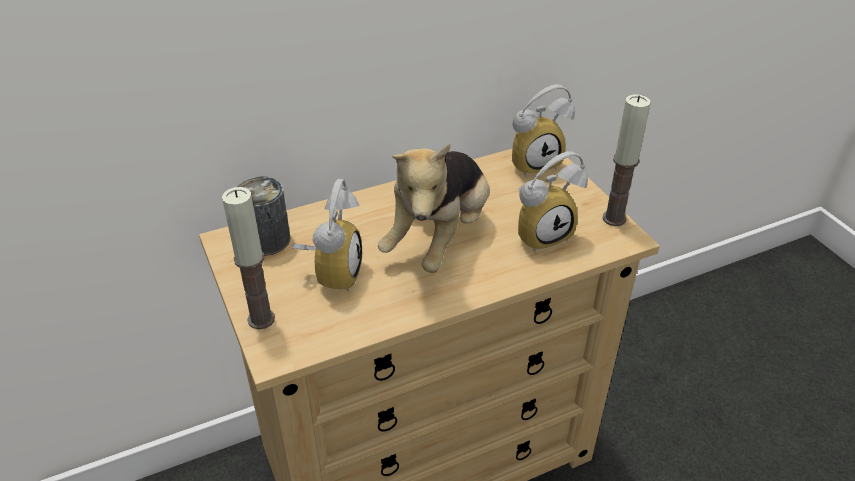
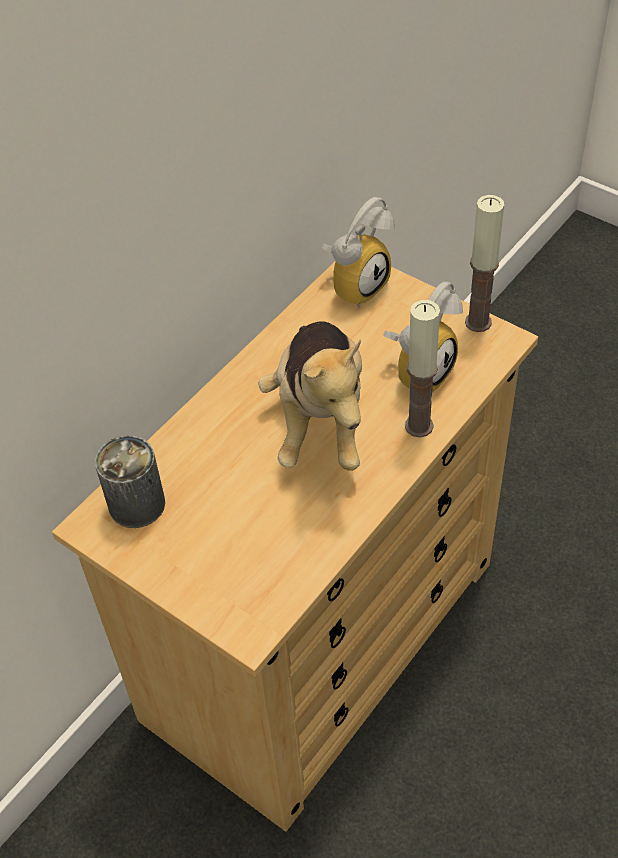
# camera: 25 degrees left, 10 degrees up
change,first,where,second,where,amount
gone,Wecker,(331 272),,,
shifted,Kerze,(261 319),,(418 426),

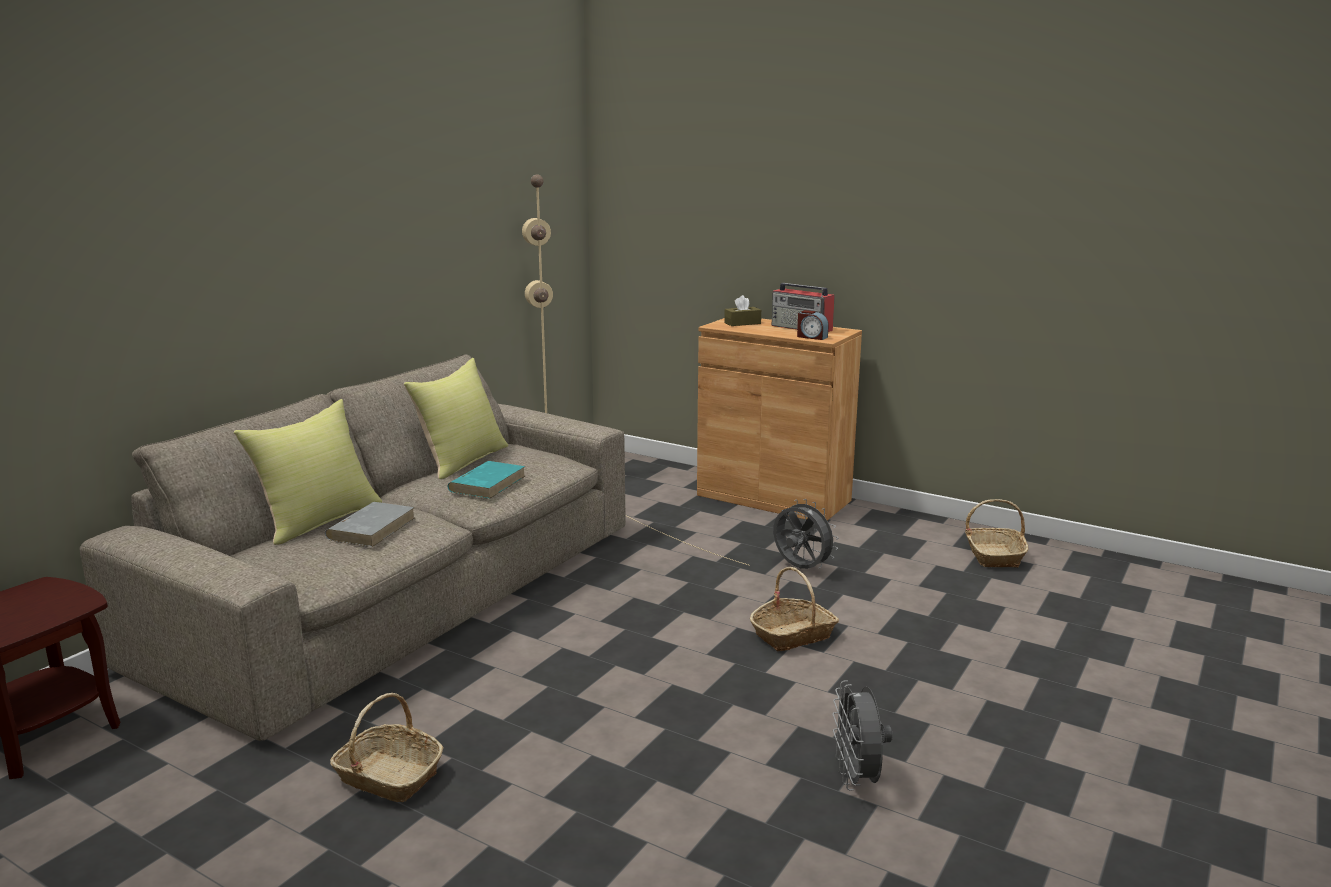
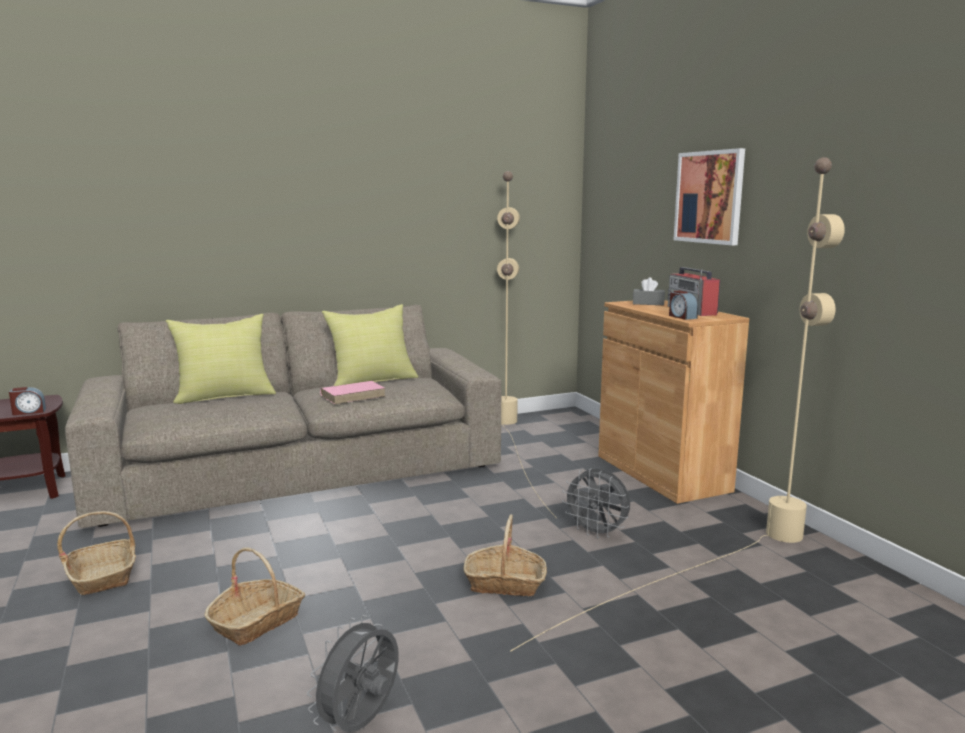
# camera: 35 degrees right, 5 degrees down
change,first,where,second,where,amount
gone,Buch (grau),(372 528),,,
new,,,Wecker,(29 412),
new,,,Stehlampe (beige),(720 560),
new,,,Bild,(709 197),
shifted,Korb,(993 555),,(257 621),
repainted,Buch (türkis),(488 483),Buch (rosa),(353 395),
repainted,Taschentuchbox (braun),(742 323),Taschentuchbox (grau),(648 303),
rotated,Ventilator (grau),(800 569),,(597 533),135 degrees clockwise

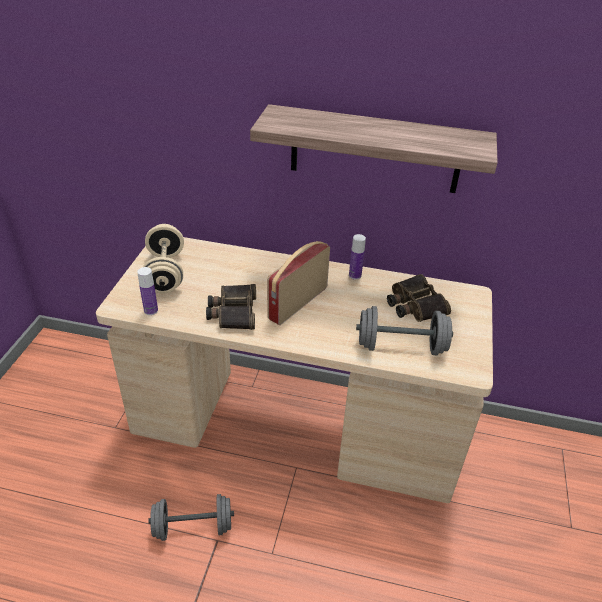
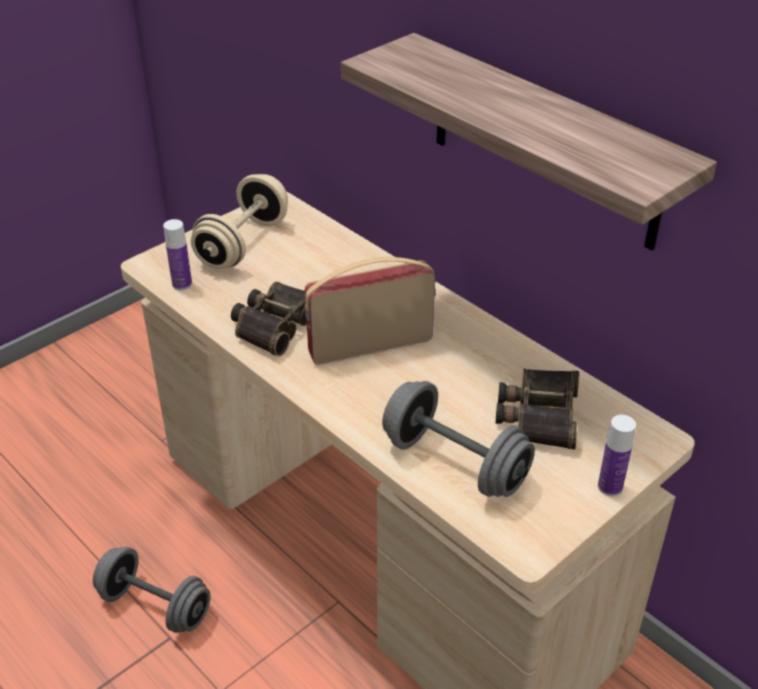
# camera: 35 degrees right, 0 degrees up
change,first,where,second,where,amount
shifted,Flasche,(355 275),,(610 487),

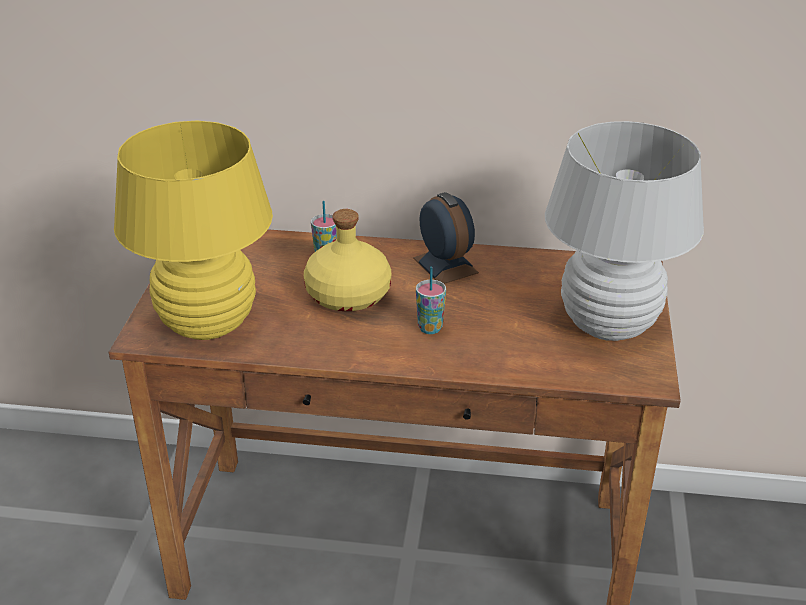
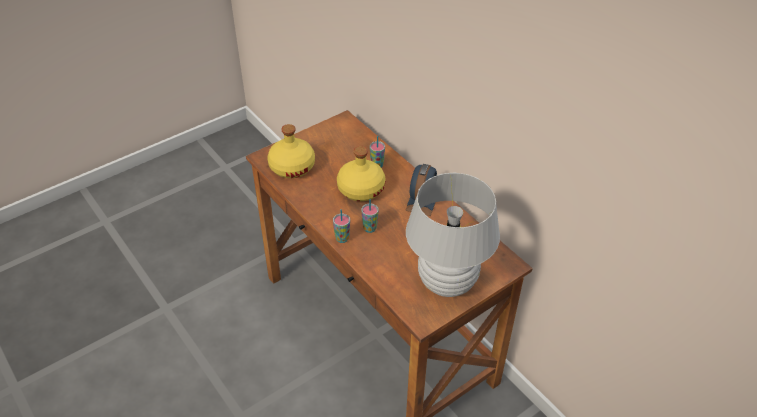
# camera: 45 degrees right, 10 degrees up
change,first,where,second,where,amount
new,,,Tasse,(342 238),
swapped,Tischlampe (gelb),(207 324),Flasche (gelb),(292 166),

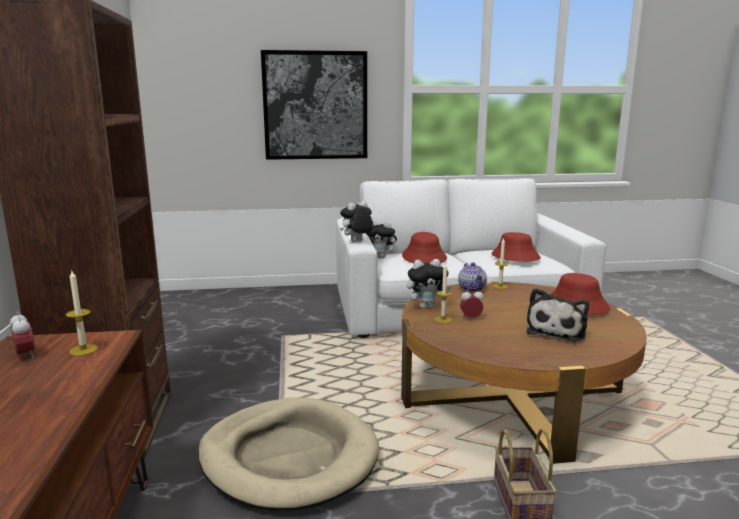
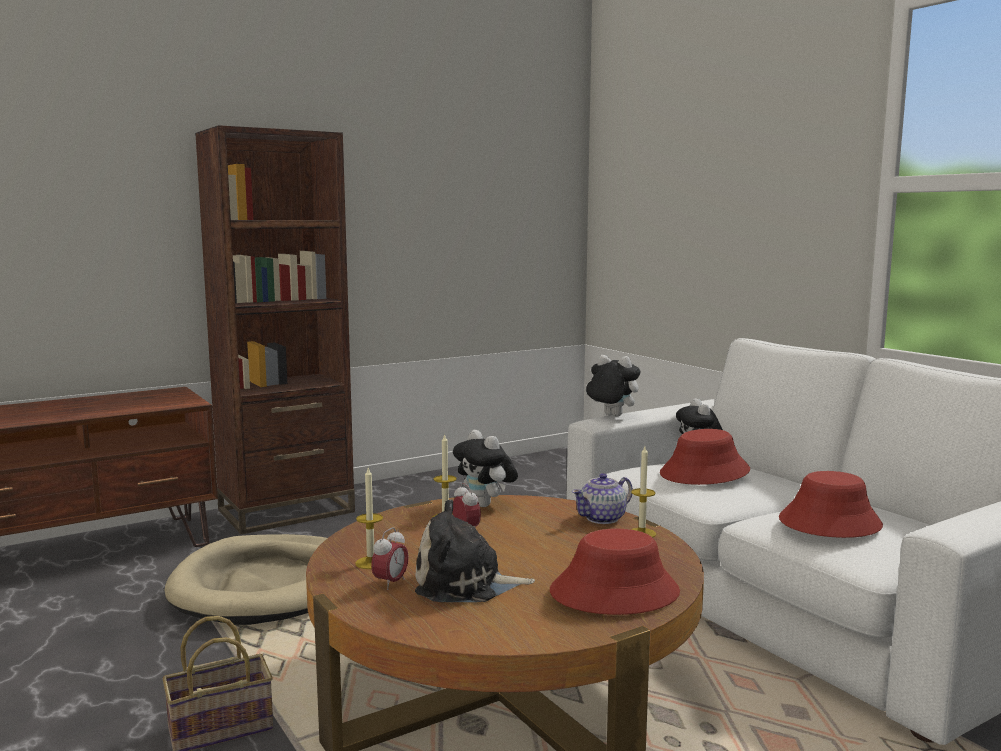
# camera: 65 degrees right, 5 degrees down
change,first,where,second,where,amount
gone,Bild,(315 106),,,
shifted,Wecker,(25 355),,(390 583),
shifted,Kerze,(83 350),,(370 563),

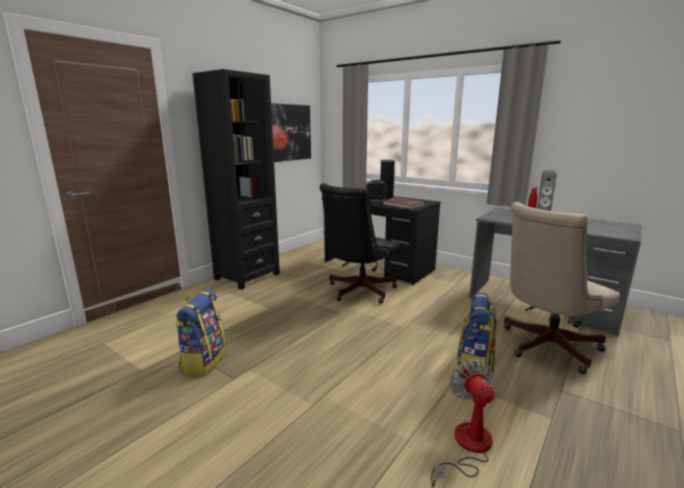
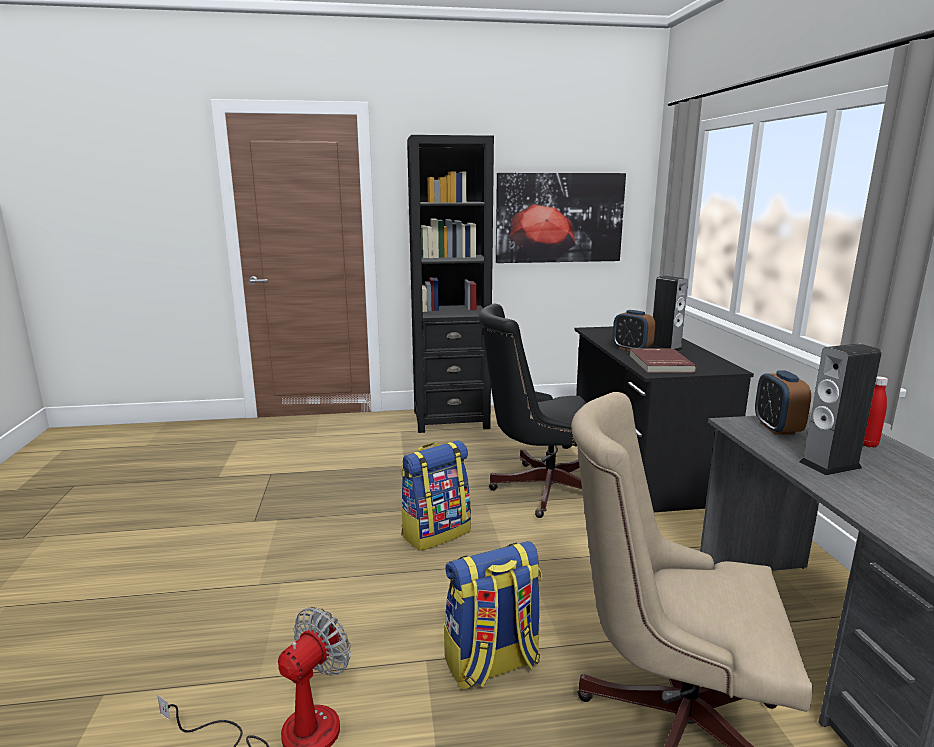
# camera: 45 degrees right, 0 degrees up
change,first,where,second,where,amount
new,,,Wecker,(777 428),
shifted,Rucksack,(203 361),,(435 532),

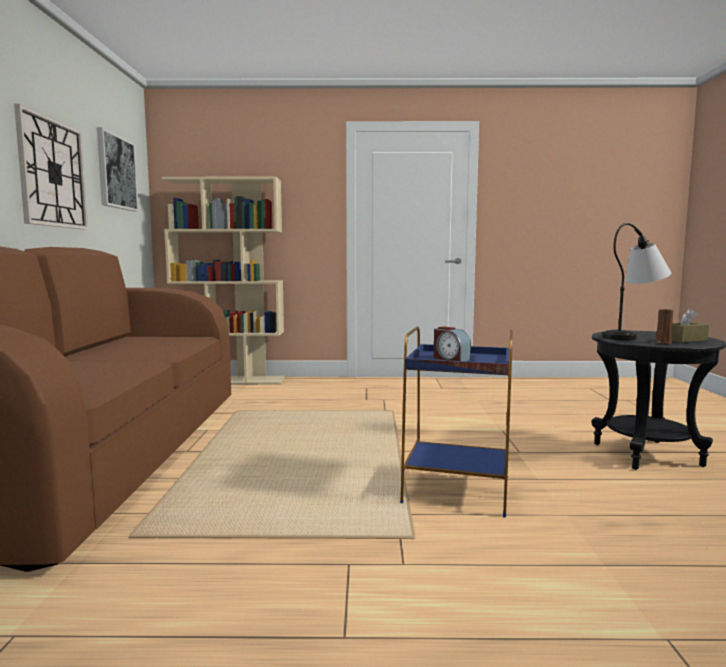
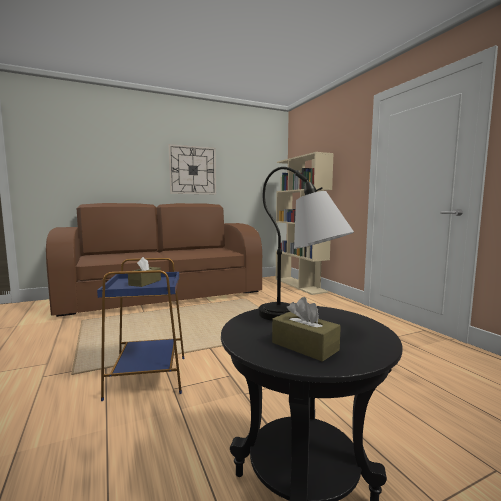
# camera: 65 degrees right, 0 degrees up
change,first,where,second,where,amount
gone,Bild,(116 172),,,
gone,Vase (braun),(663 343),,,
swapped,Wecker,(450 359),Taschentuchbox (braun),(145 282),

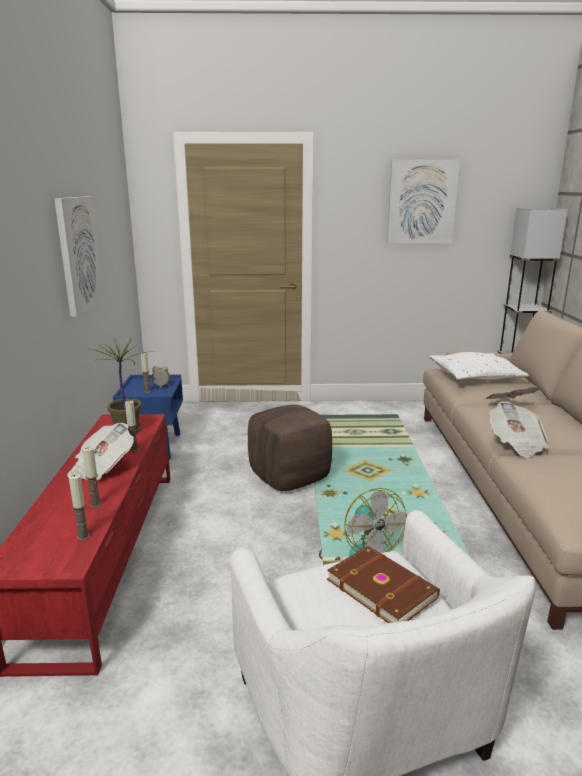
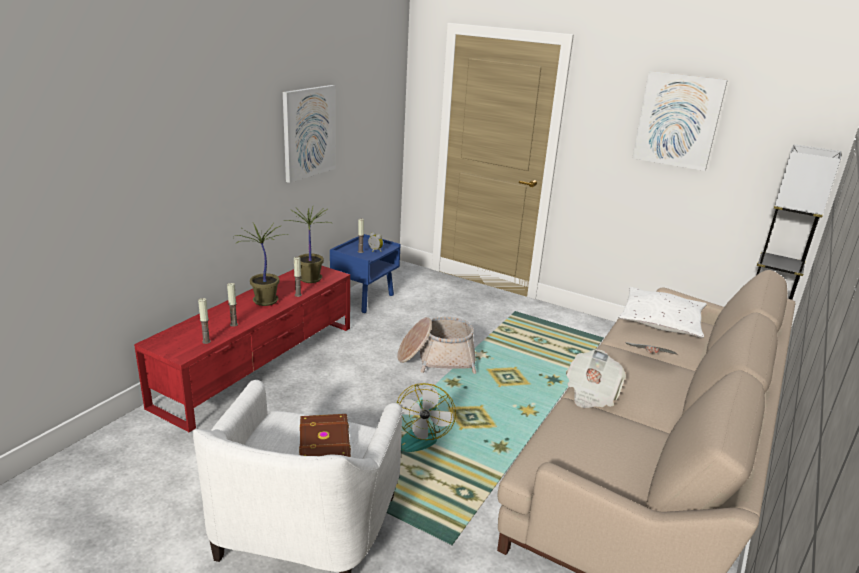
# camera: 30 degrees right, 5 degrees up
change,first,where,second,where,amount
swapped,Zeitung,(102 468),Topfpflanze,(264 301),
swapped,Polsterhocker (braun),(288 477),Korb,(436 358),

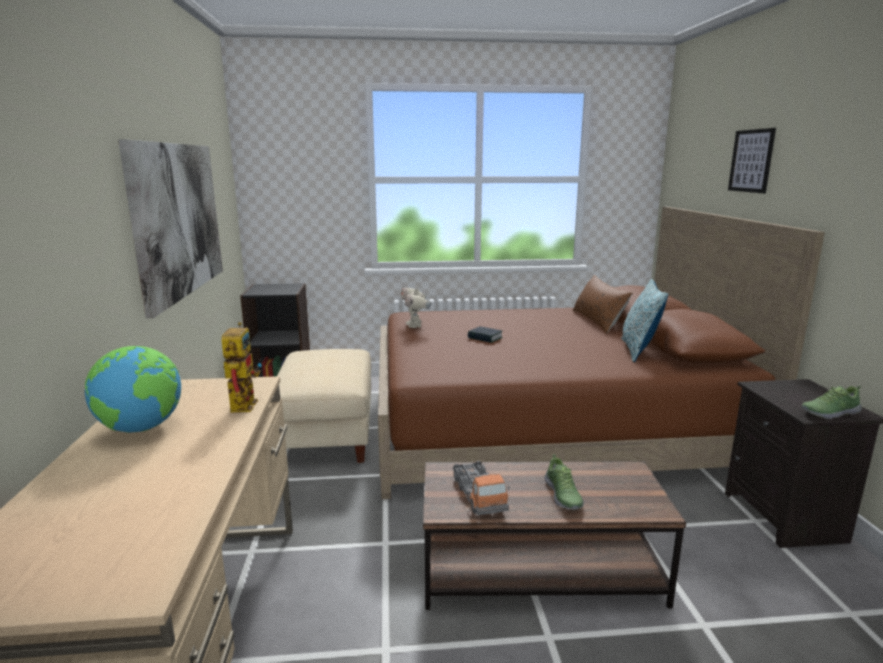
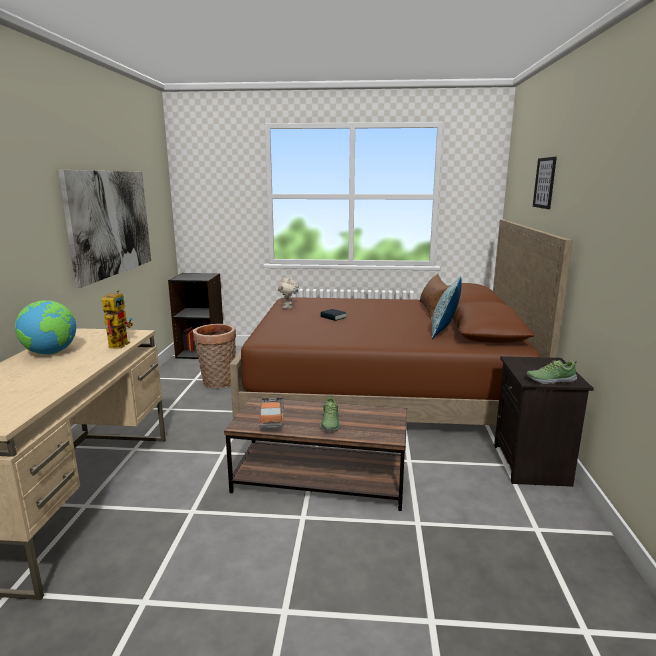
# camera: 10 degrees right, 0 degrees up
change,first,where,second,where,amount
swapped,Polsterhocker (beige),(327 434),Korb,(218 383),

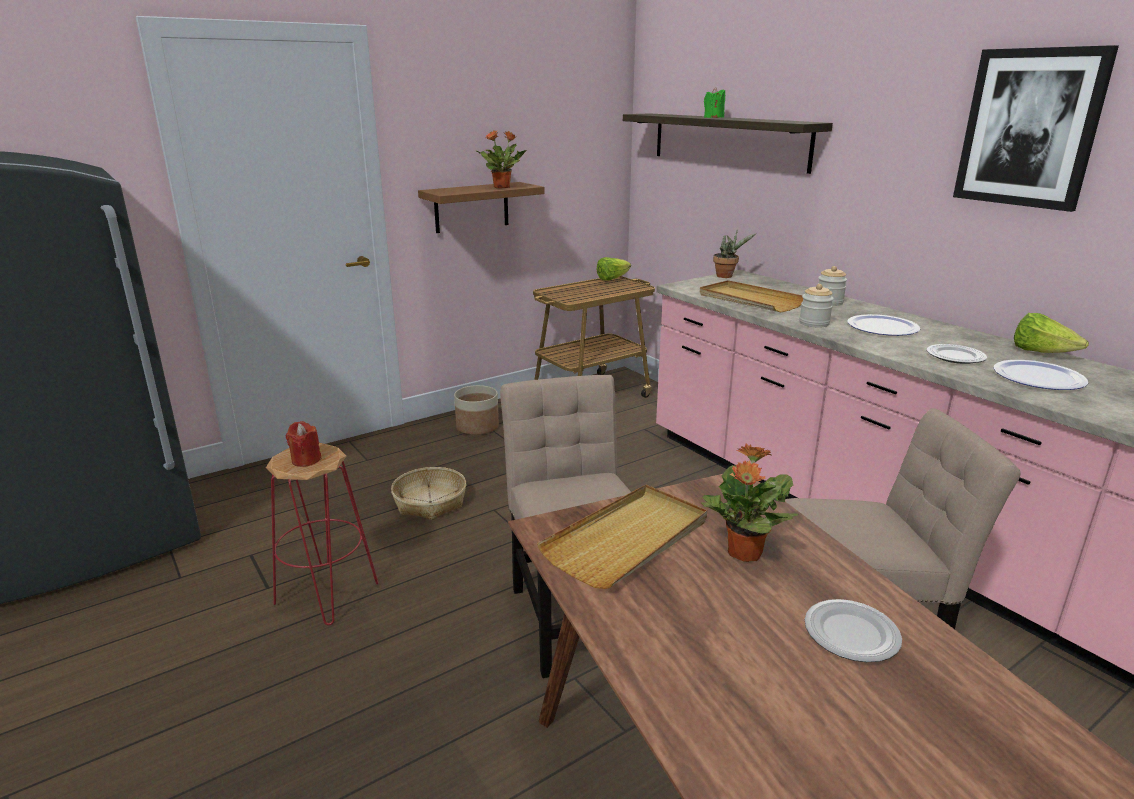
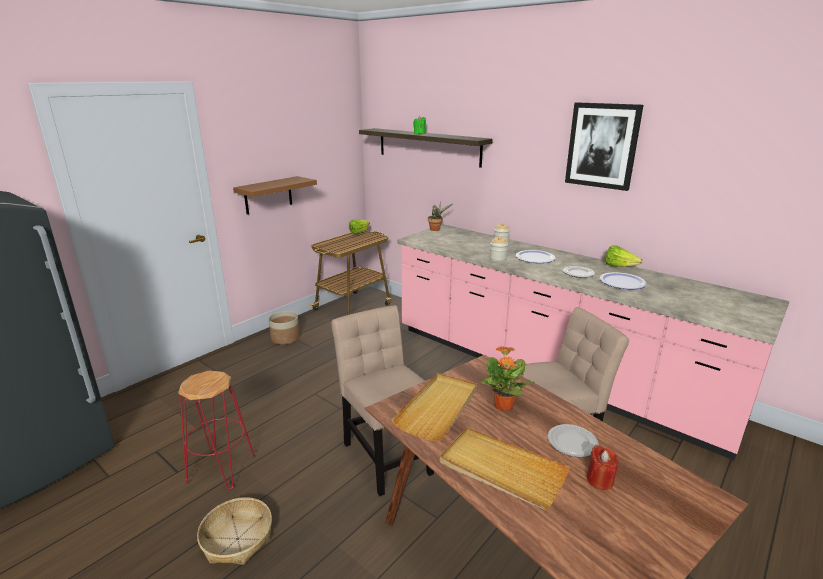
# camera: 15 degrees left, 0 degrees up
change,first,where,second,where,amount
gone,Topfpflanze,(502 187),,,
shifted,Kerze (rot),(306 460),,(600 480),
shifted,Korb,(430 502),,(237 538),
shifted,Tablett (beige),(749 300),,(501 470),

